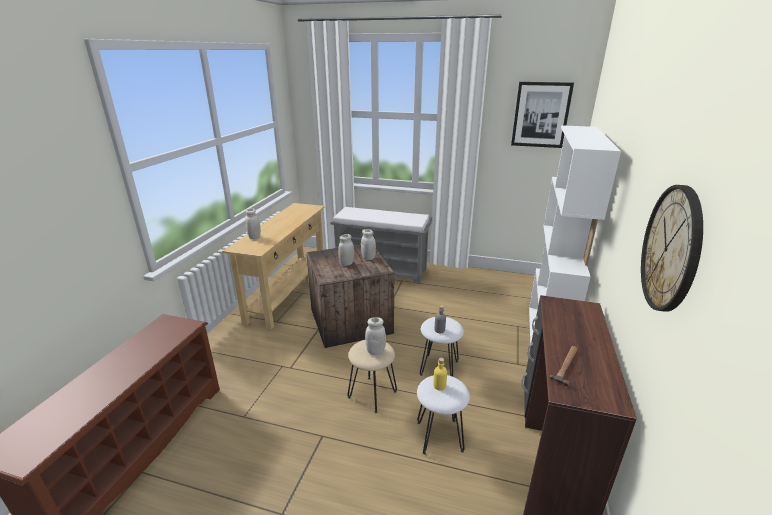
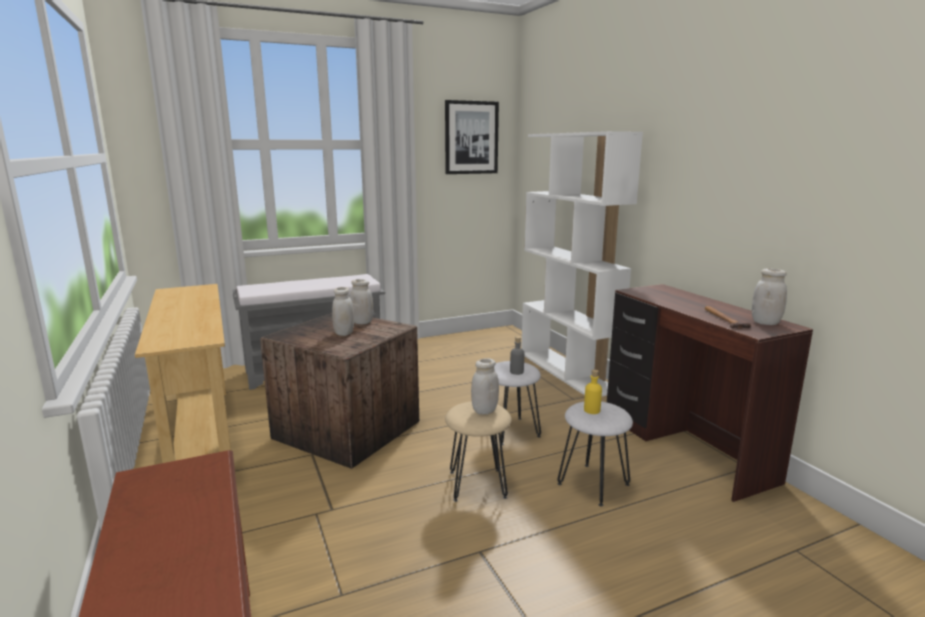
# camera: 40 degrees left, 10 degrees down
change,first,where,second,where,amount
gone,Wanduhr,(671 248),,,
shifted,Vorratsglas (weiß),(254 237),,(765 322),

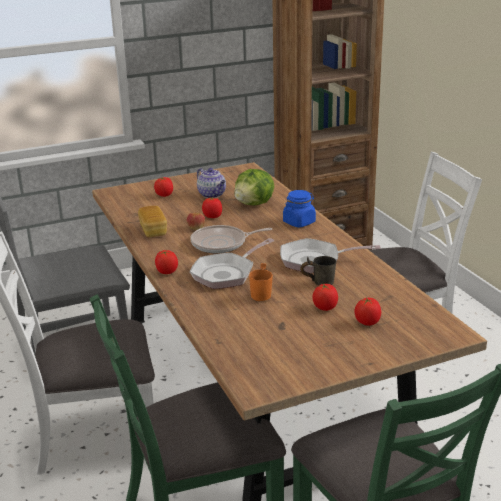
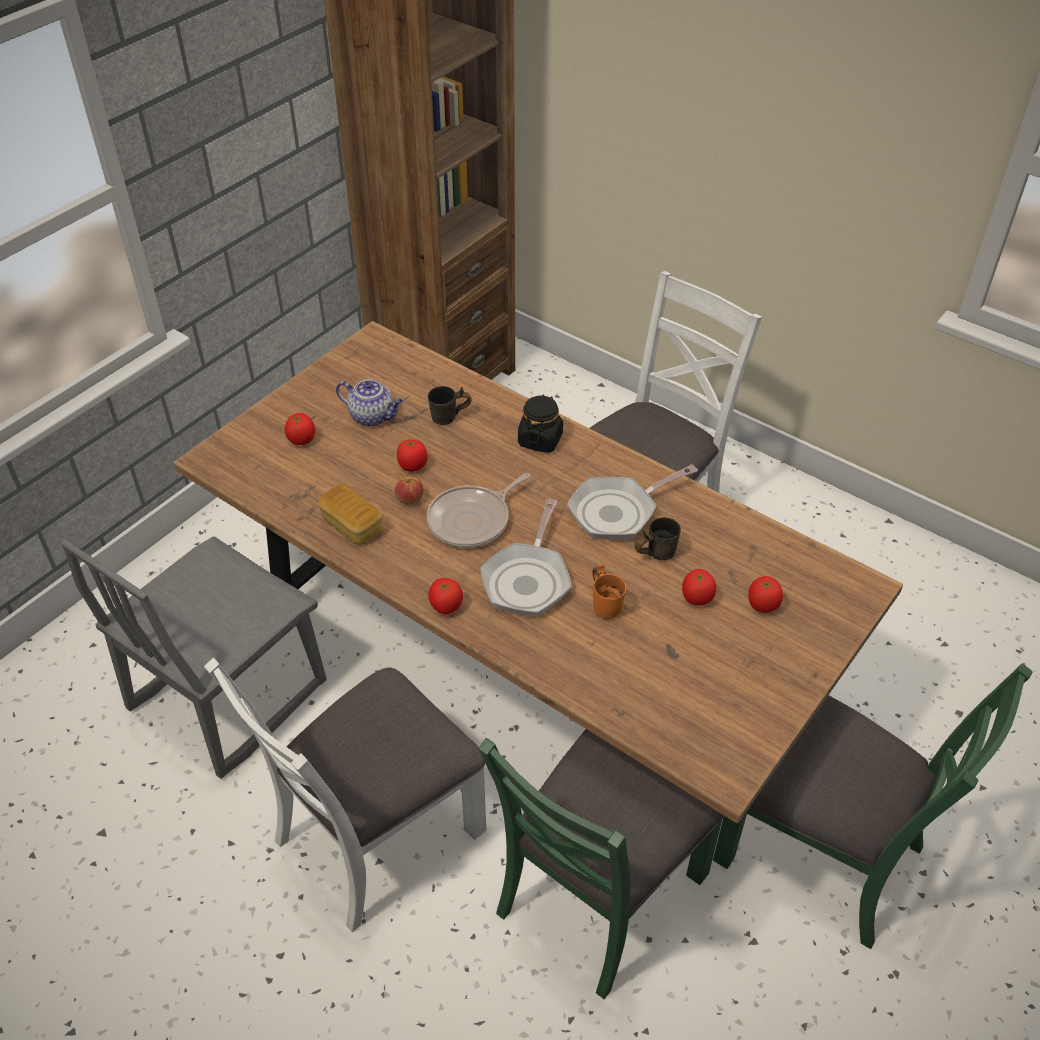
# camera: 30 degrees left, 20 degrees up
change,first,where,second,where,amount
swapped,Salatkopf,(254 204),Henkelbecher (grau),(450 419),
repainted,Vorratsglas (blau),(299 222),Vorratsglas (schwarz),(540 439),

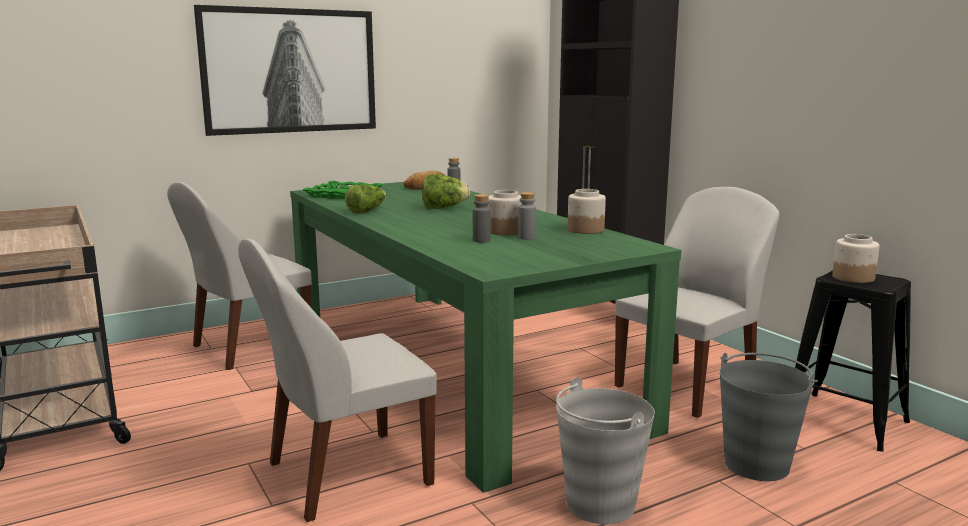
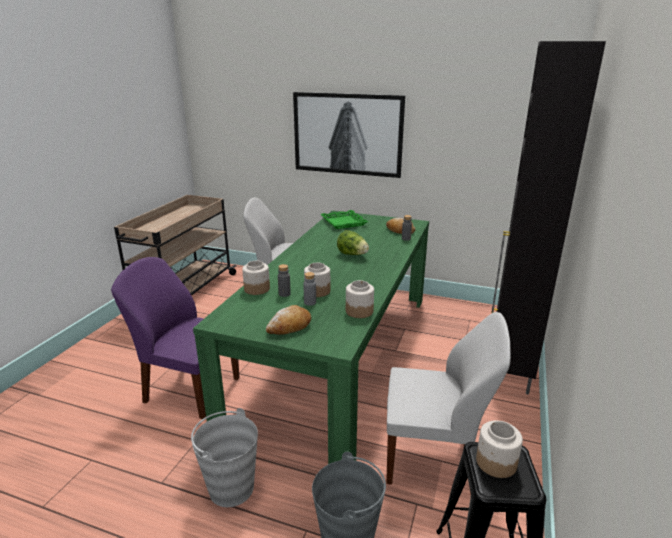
# camera: 50 degrees right, 10 degrees up
change,first,where,second,where,amount
gone,Salatkopf,(366 211),,,
new,,,Vorratsglas,(256 289),
new,,,Brot,(289 326),
repainted,Stuhl (weiß),(344 475),Stuhl (lila),(190 389),

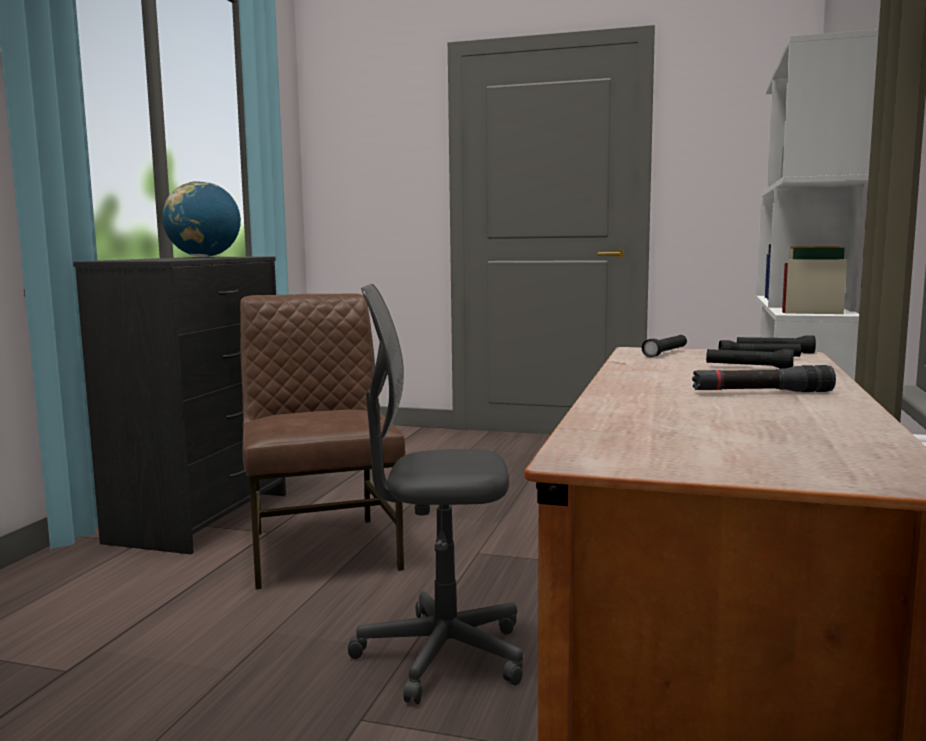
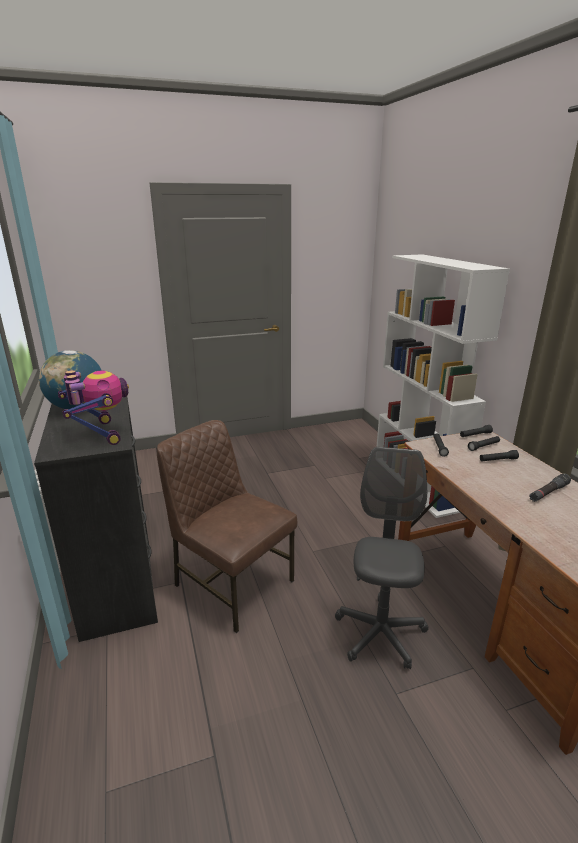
# camera: 35 degrees left, 15 degrees up
change,first,where,second,where,amount
new,,,Spielzeugroboter,(100 434),
rotated,Bürostuhl (grau),(441 655),,(380 633),135 degrees clockwise

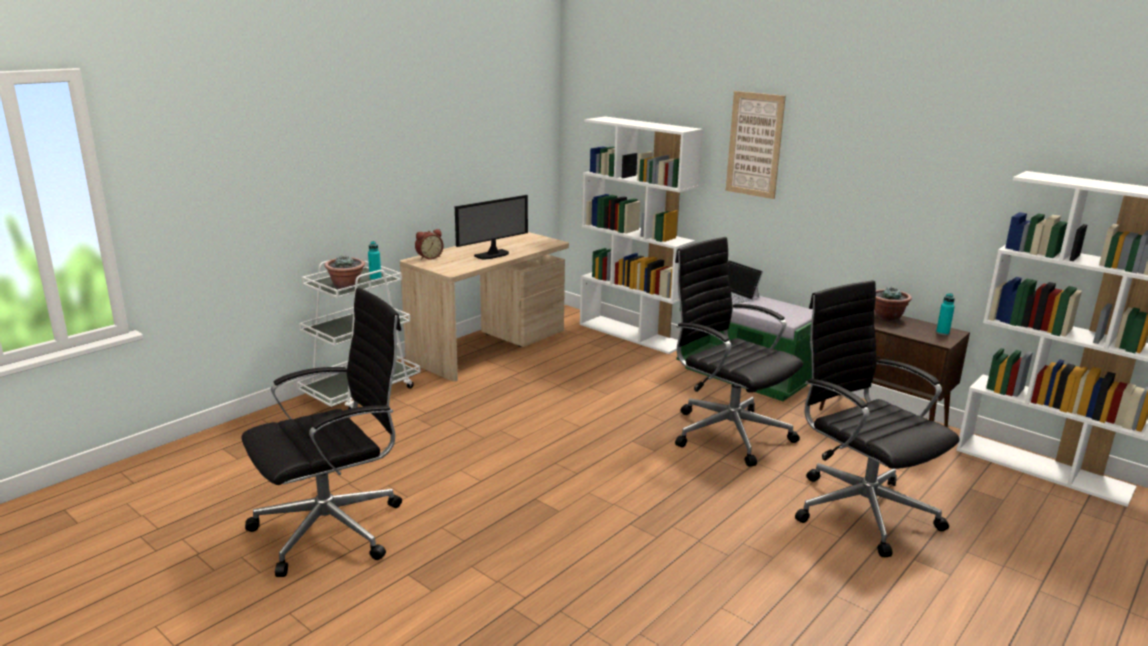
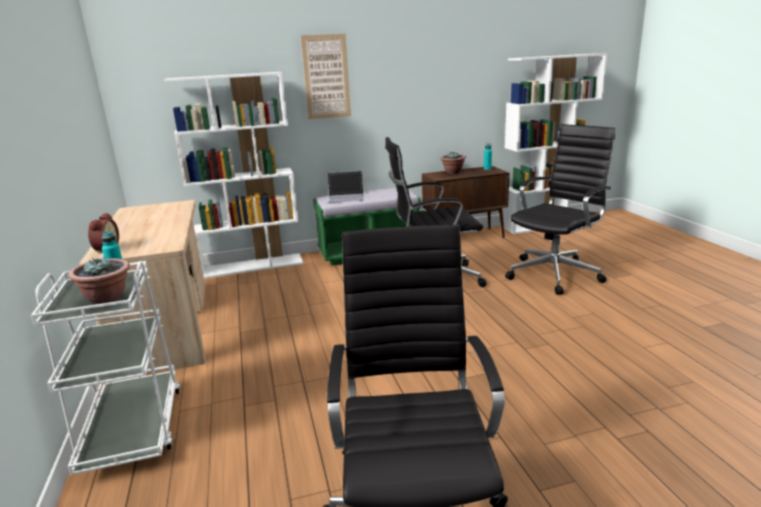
# camera: 55 degrees left, 0 degrees up
change,first,where,second,where,amount
gone,Monitor,(493 255),,,
rotated,Bürostuhl (schwarz),(860 509),,(555 273),135 degrees clockwise

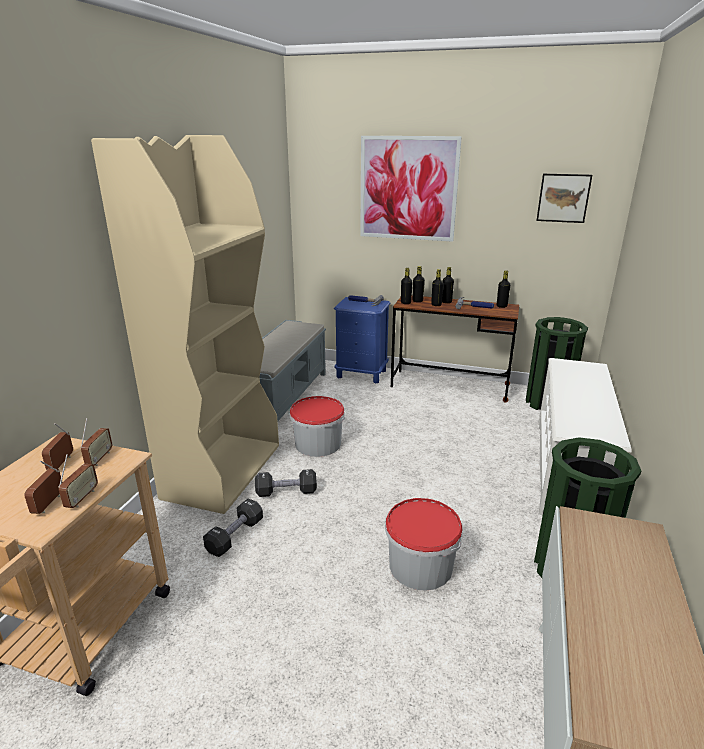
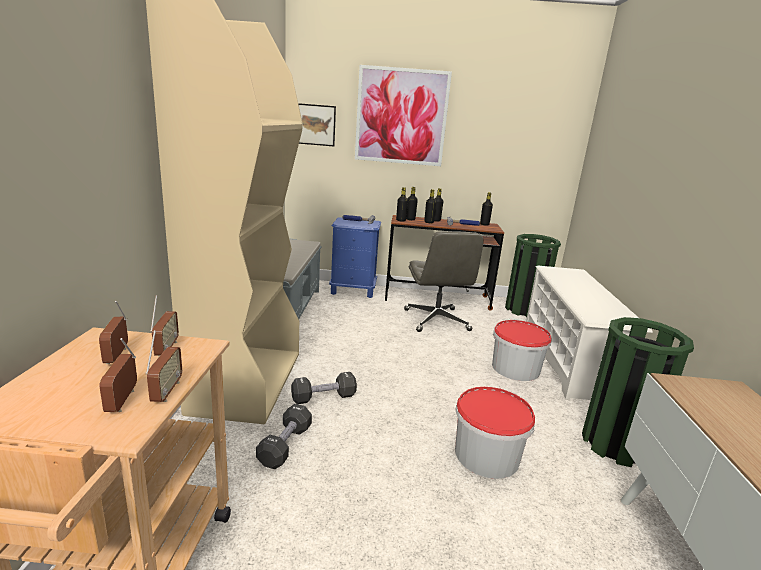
# camera: 15 degrees left, 5 degrees down
change,first,where,second,where,amount
new,,,Bürostuhl (grau),(437 320),
shifted,Eimer,(318 444),,(515 368),
shifted,Bild,(563 198),,(316 125),

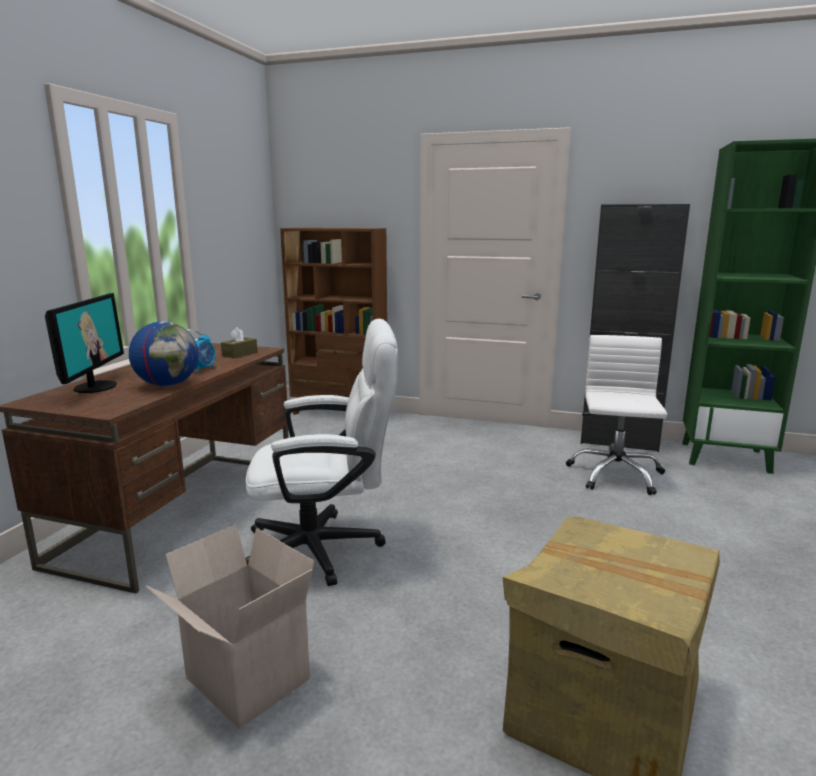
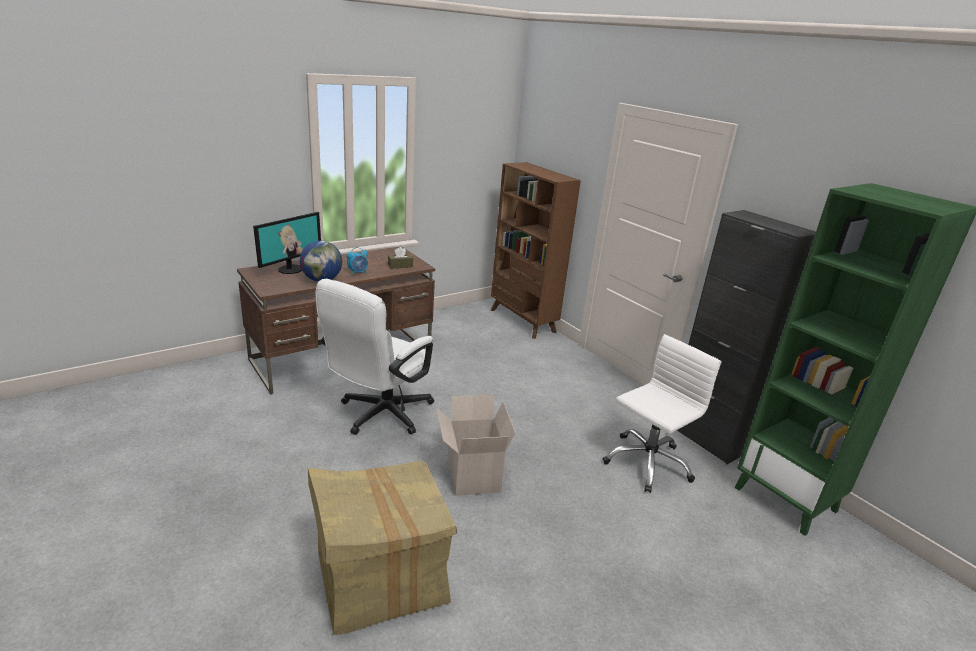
# camera: 35 degrees right, 10 degrees up
change,first,where,second,where,amount
shifted,Karton,(243 680),,(471 475),
rotated,Bürostuhl (weiß),(326 548),,(379 415),90 degrees clockwise

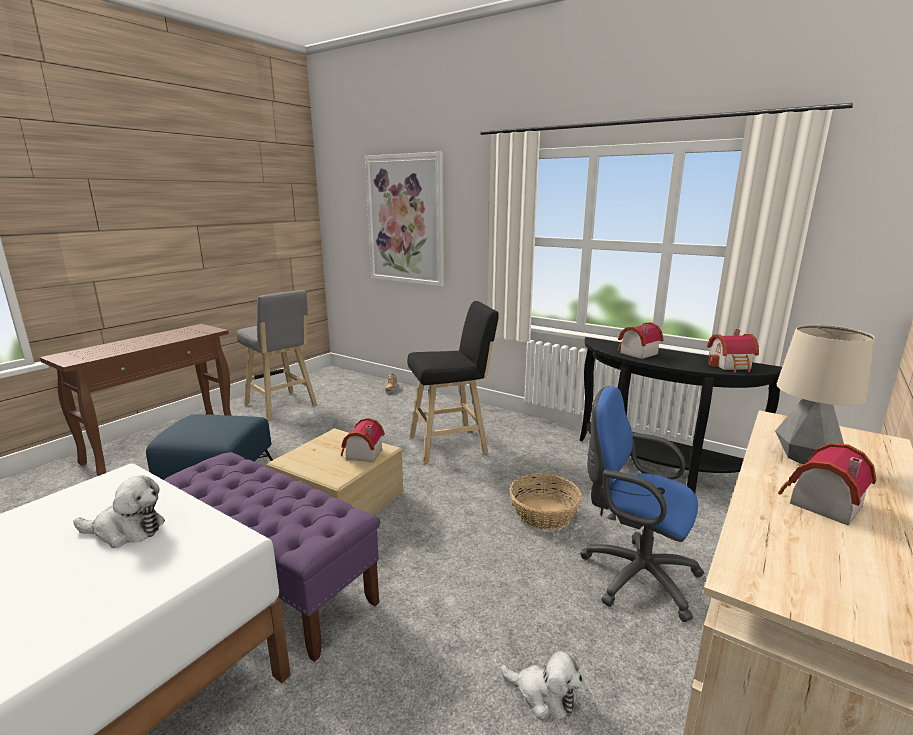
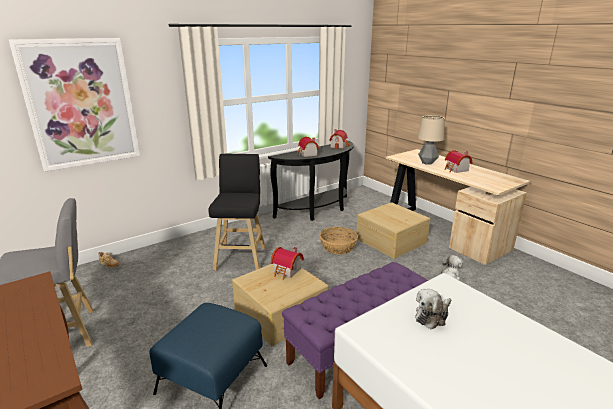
# camera: 70 degrees left, 5 degrees up
change,first,where,second,where,amount
swapped,Bürostuhl (blau),(633 574),Aufbewahrungsbox (beige),(390 240),
rotated,Plüschtier,(126 530),,(432 316),150 degrees counterclockwise

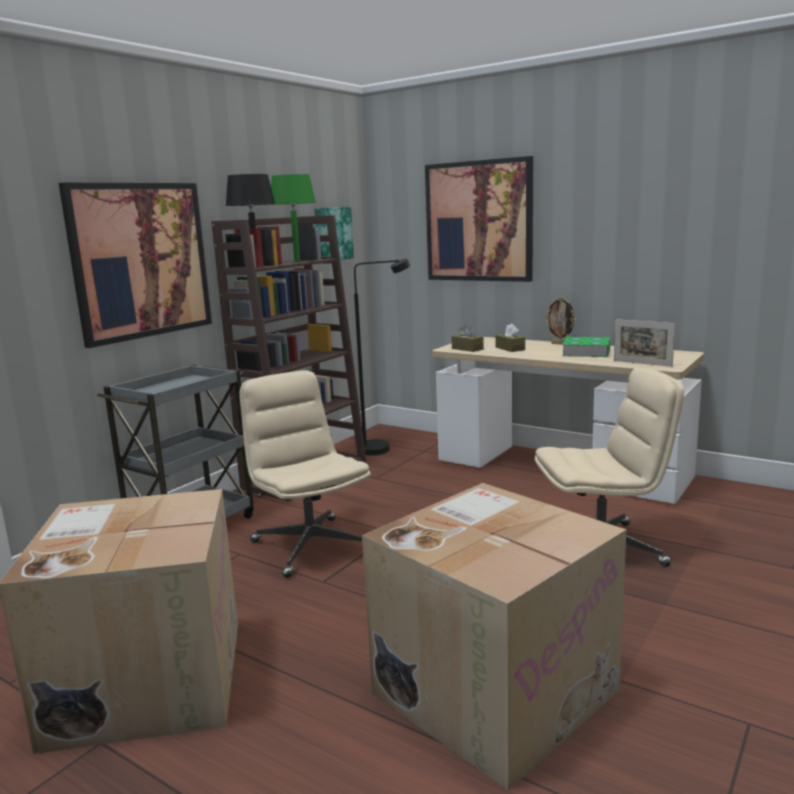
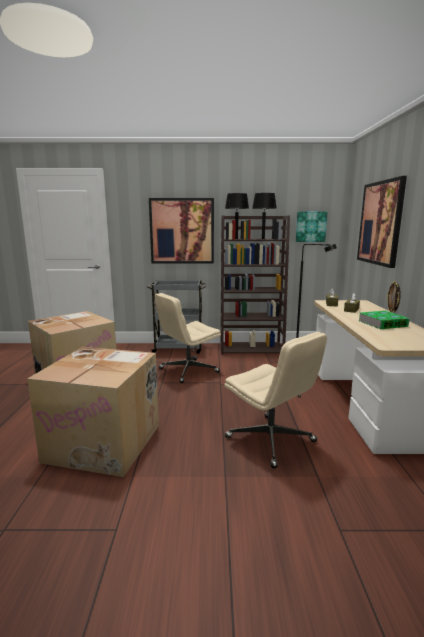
# camera: 55 degrees right, 0 degrees up
change,first,where,second,where,amount
gone,Bilderrahmen,(642 363),,,
repainted,Tischlampe (grün),(297 261),Tischlampe (schwarz),(263 239),
rotated,Bürostuhl (beige),(310 546),,(188 371),150 degrees counterclockwise

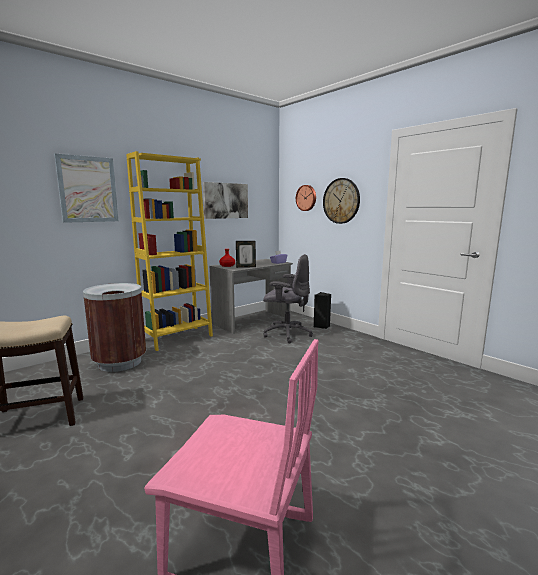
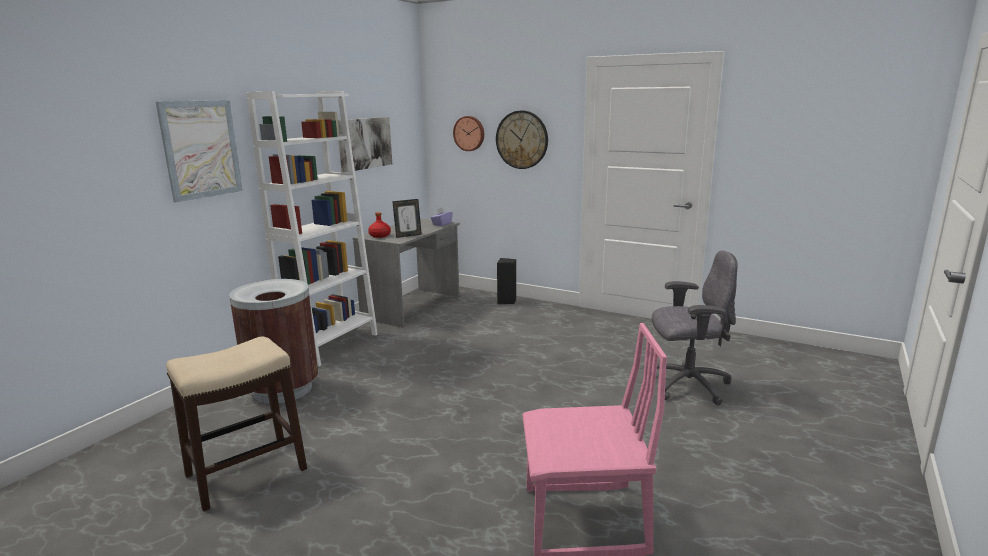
# camera: 20 degrees left, 5 degrees up
change,first,where,second,where,amount
shifted,Bürostuhl (grau),(286 334),,(686 385),
repainted,Bücherregal (gelb),(177 338),Bücherregal (weiß),(331 344),

